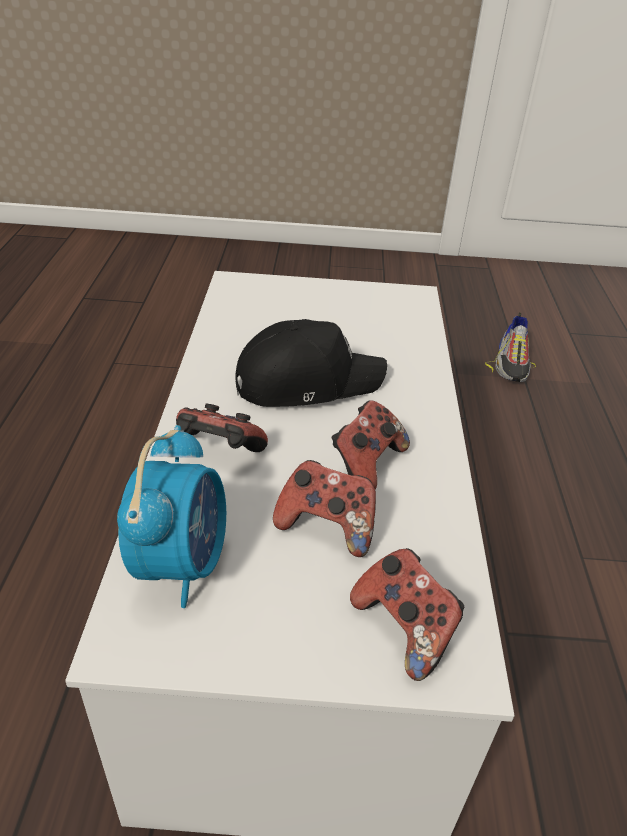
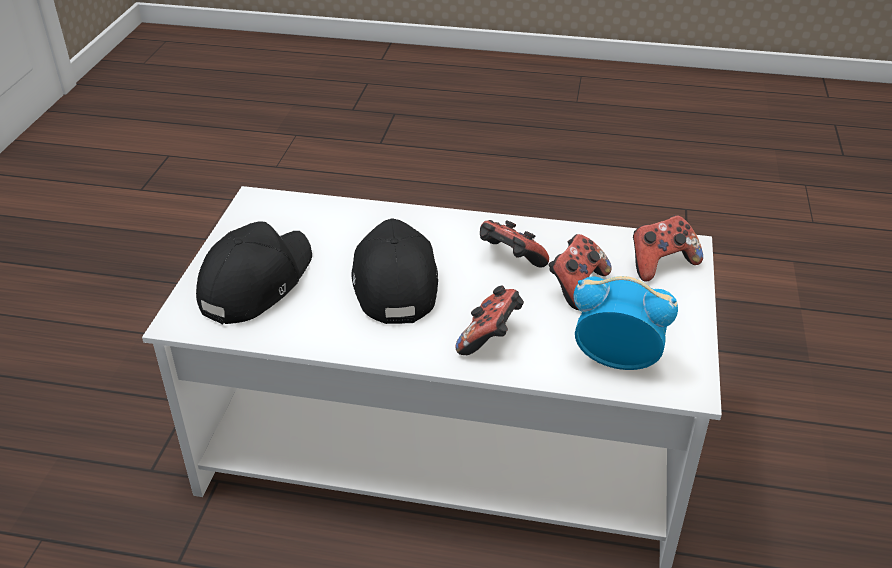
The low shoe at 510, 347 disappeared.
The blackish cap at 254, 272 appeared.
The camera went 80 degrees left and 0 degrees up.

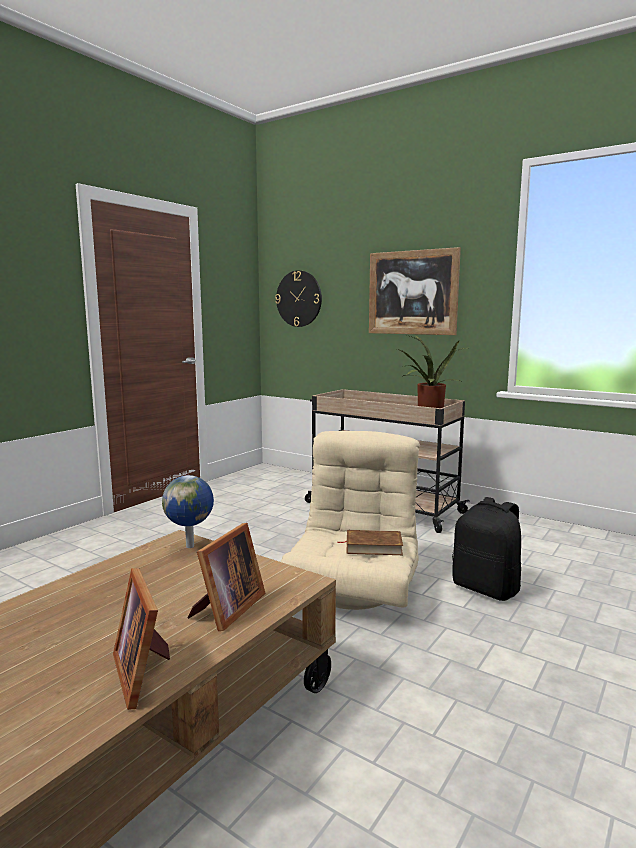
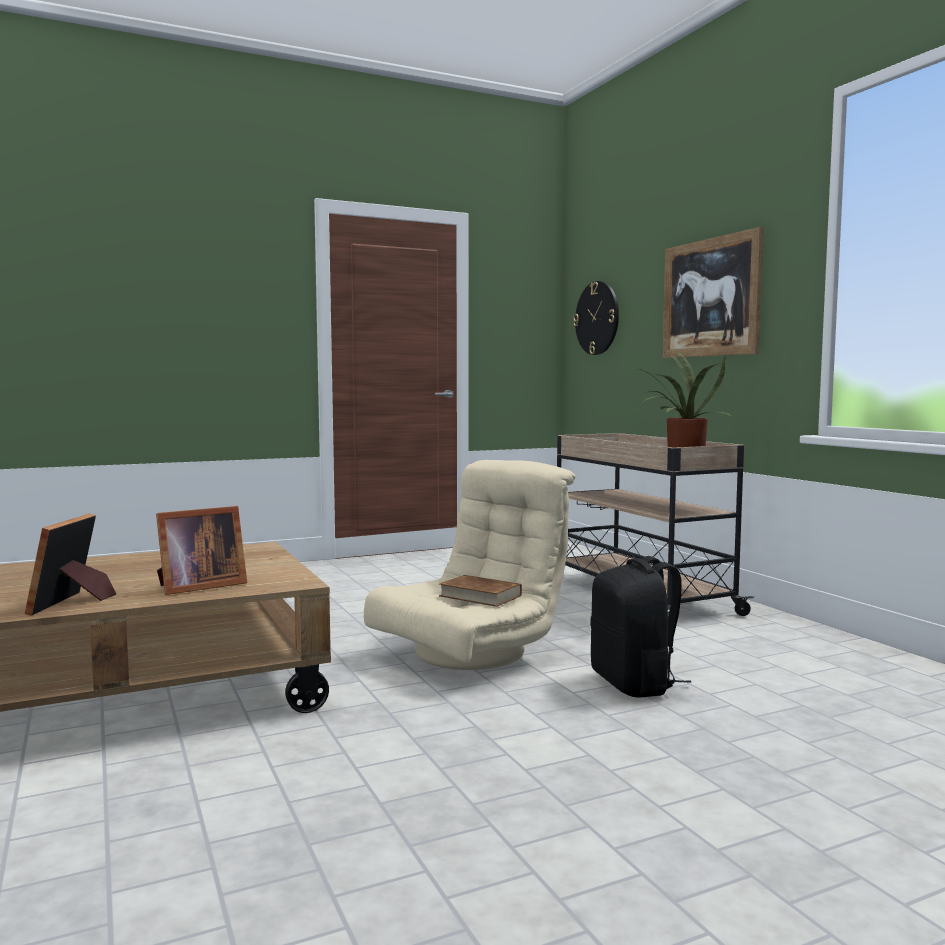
The globe at 188, 511 disappeared.
The camera went 30 degrees right and 5 degrees down.

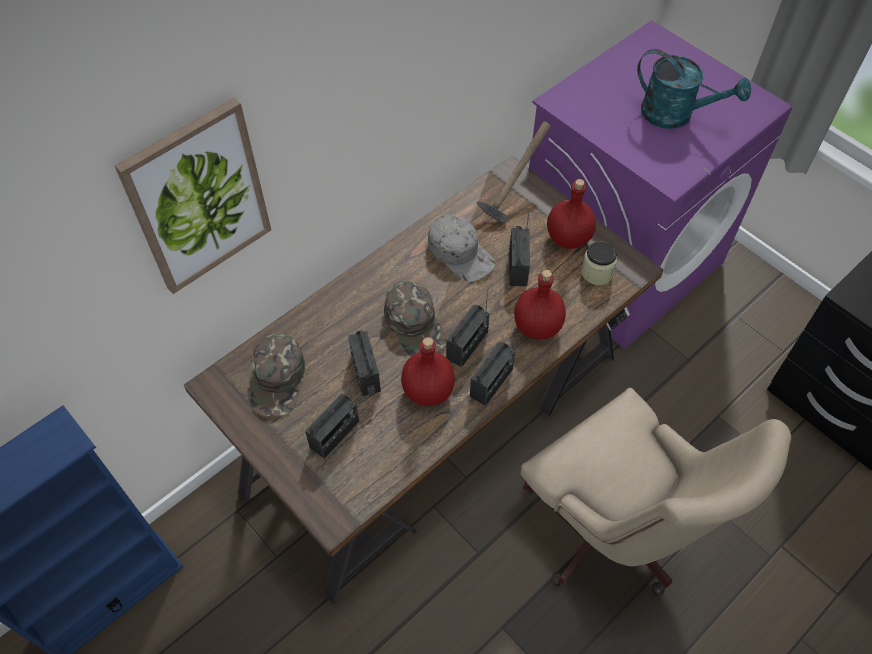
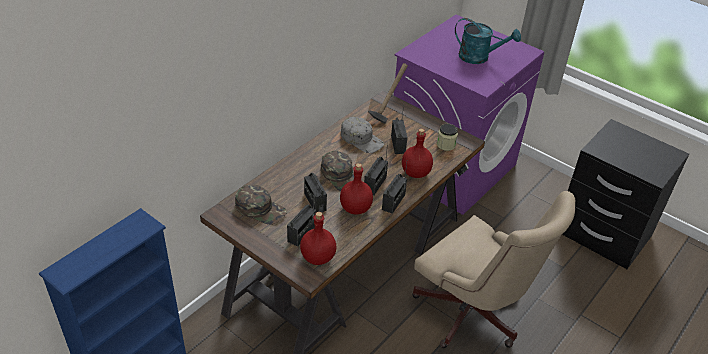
The wall art at 193, 196 disappeared.
The red drink bottle moved from 571, 214 to 318, 238.
The green-coloured cap at 277, 375 turned 60 degrees counterclockwise.
The camera went 10 degrees left and 15 degrees down.

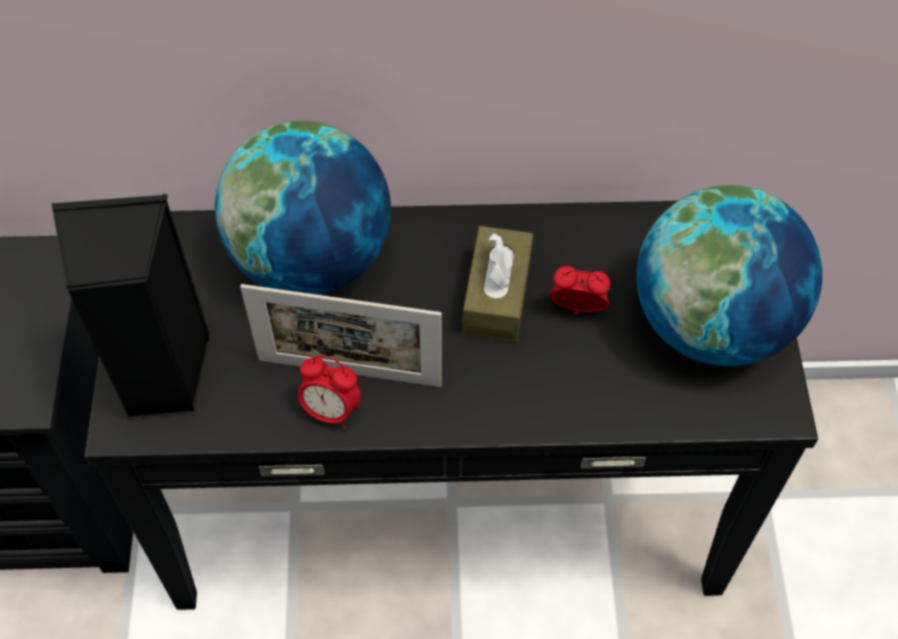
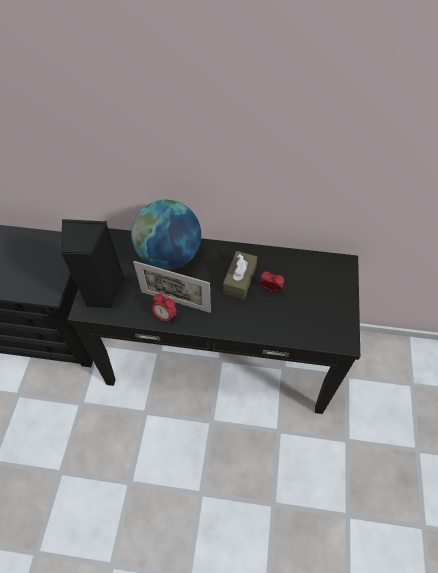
The globe at 729, 275 disappeared.
The camera went 10 degrees right and 0 degrees up.

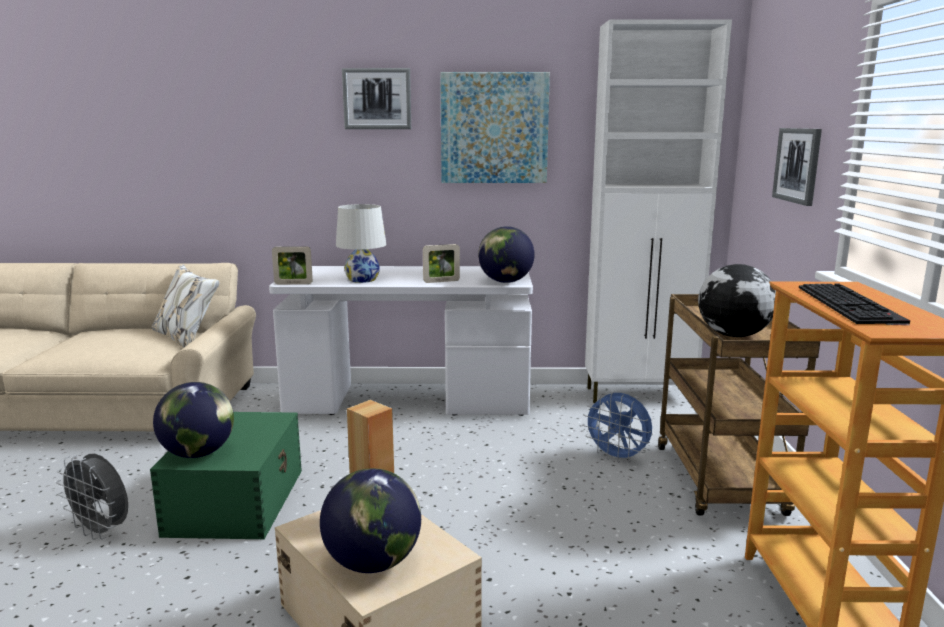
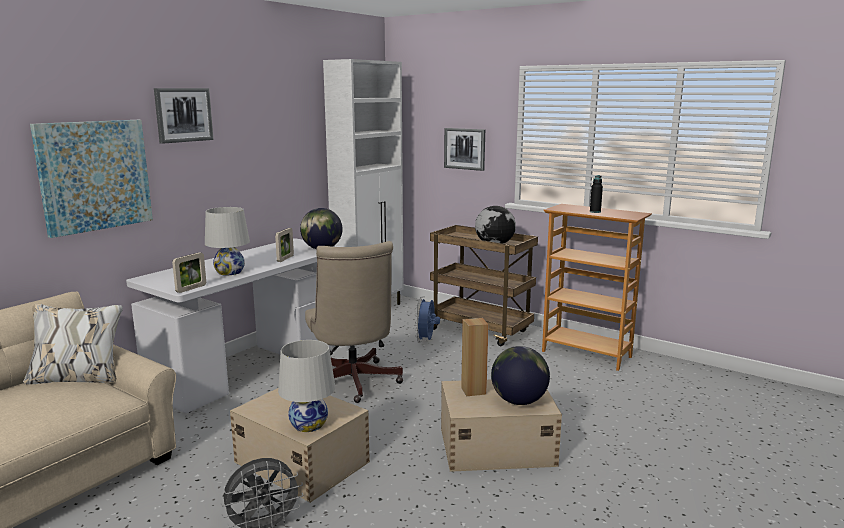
The beige-coloured desk chair at 354, 322 appeared.
The wall art moved from 495, 127 to 91, 179.
The globe at 193, 420 was replaced by the white-coloured table lamp at 307, 386.
The computer keyboard at 854, 304 was replaced by the blackish drink bottle at 596, 194.
The green-coloured storage container at 226, 475 became the beige-coloured storage container at 300, 445.
The blue-coloured cooling fan at 617, 427 turned 120 degrees clockwise.
The camera went 55 degrees left and 0 degrees up.

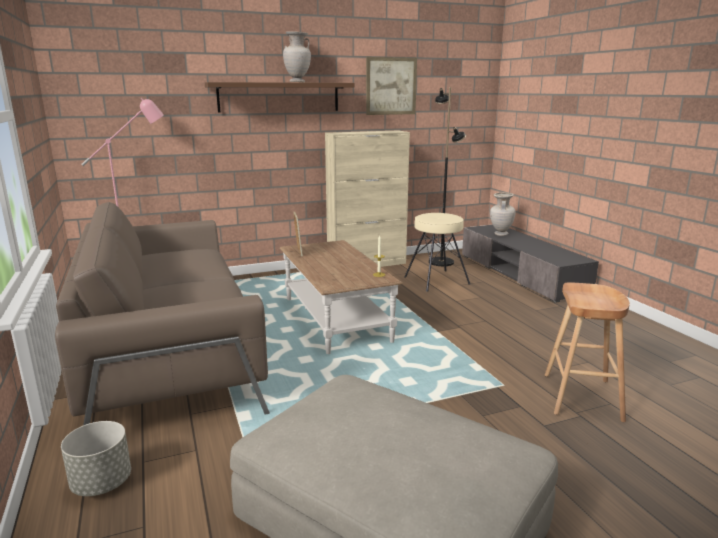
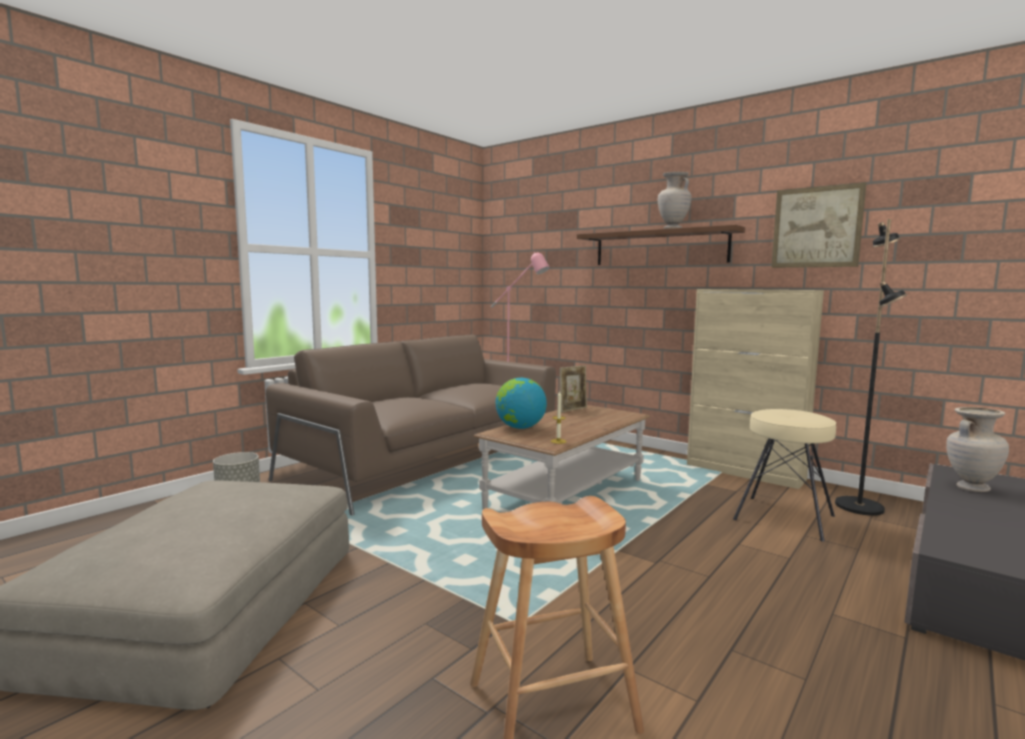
The globe at 521, 403 appeared.
The camera went 60 degrees right and 10 degrees down.

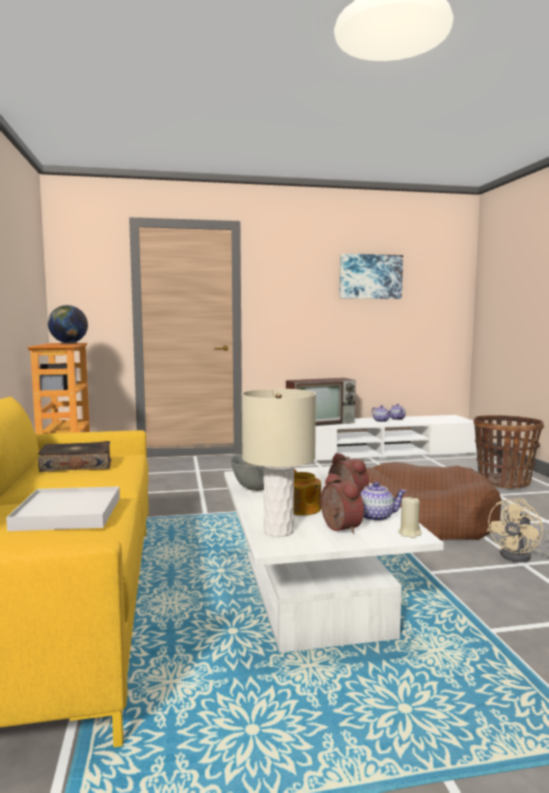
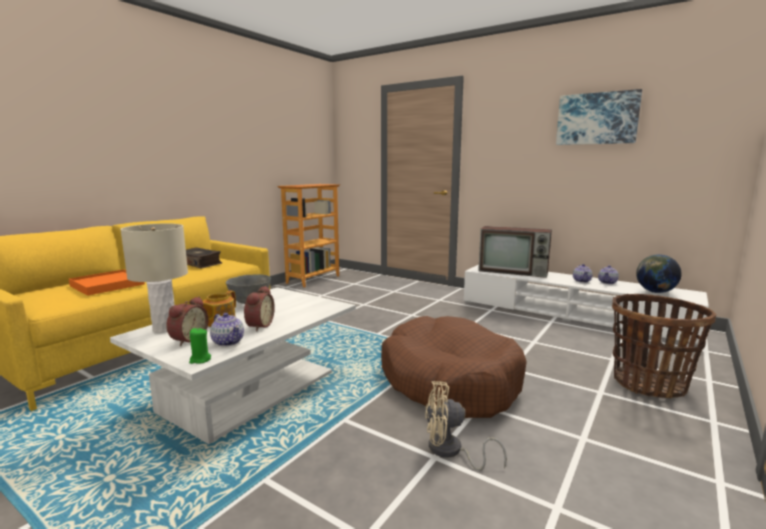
The globe moved from 68, 324 to 659, 273.
The white-coloured tray at 63, 508 became the orangey tray at 107, 282.
The beige-coloured wax candle at 409, 517 became the green-coloured wax candle at 200, 346.
The camera went 45 degrees right and 5 degrees up.

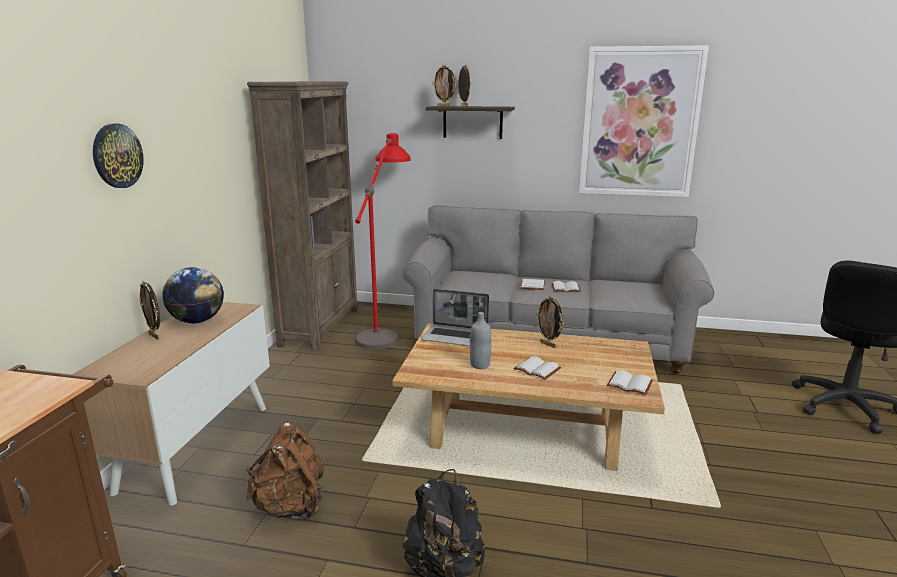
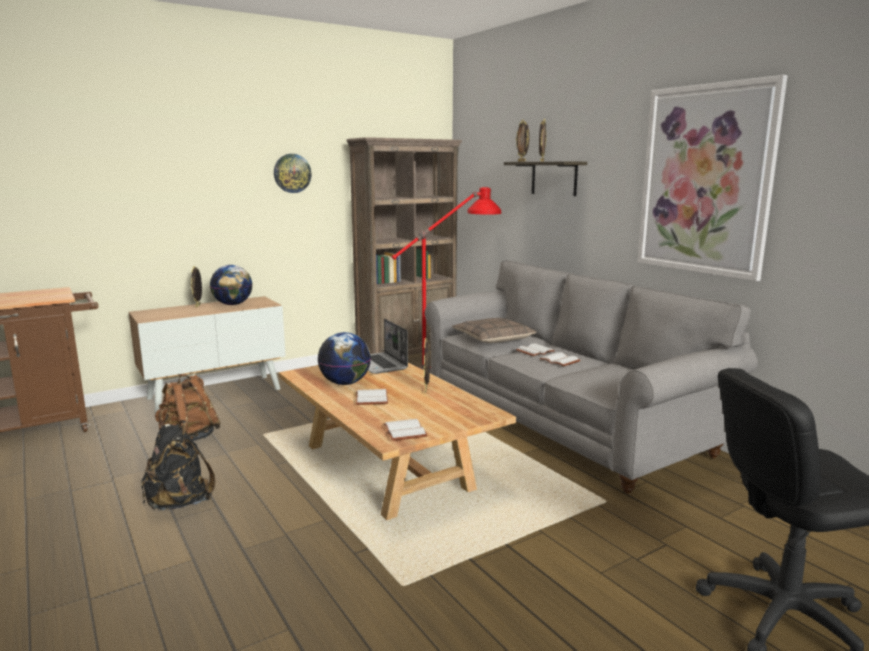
The cushion at 494, 330 appeared.
The hanging clock moved from 118, 155 to 293, 173.
The greyish drink bottle at 480, 340 was replaced by the globe at 344, 358.
The camera went 45 degrees right and 5 degrees down.

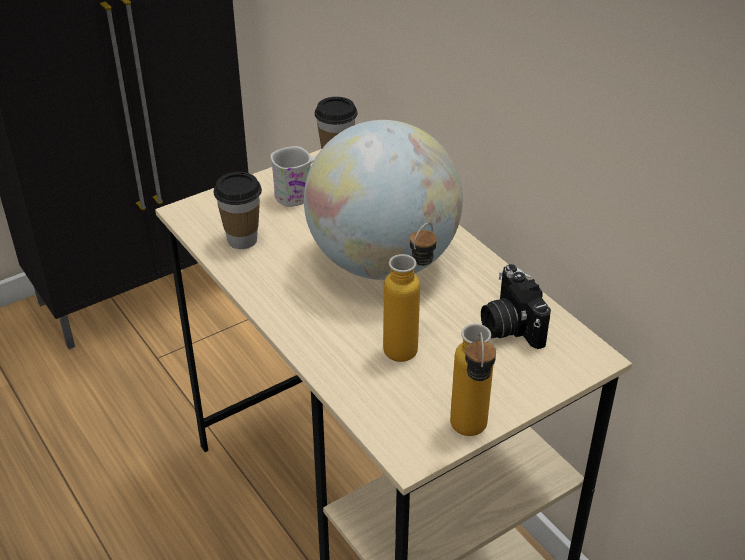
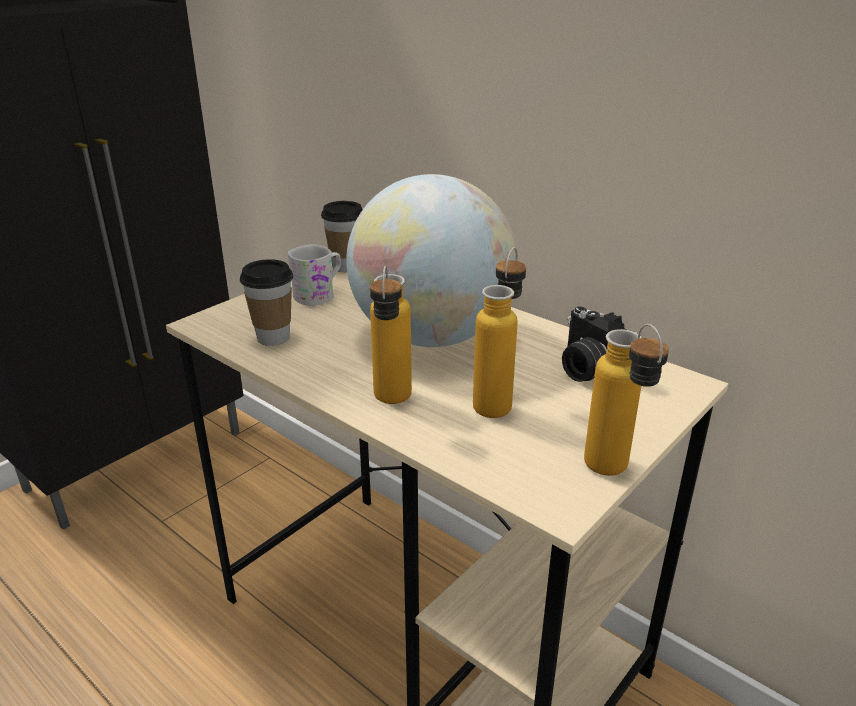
The drink bottle at 391, 335 appeared.
The camera went 15 degrees left and 10 degrees down.

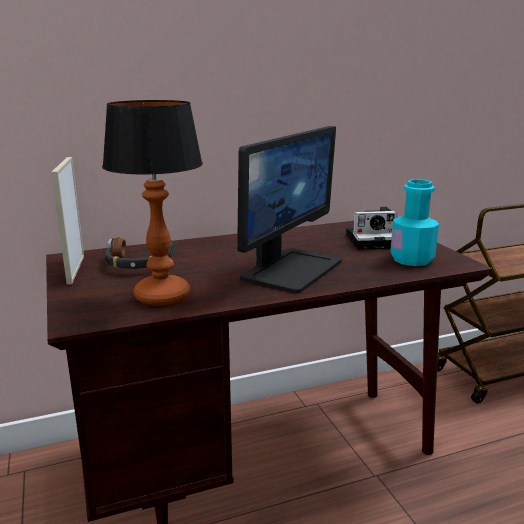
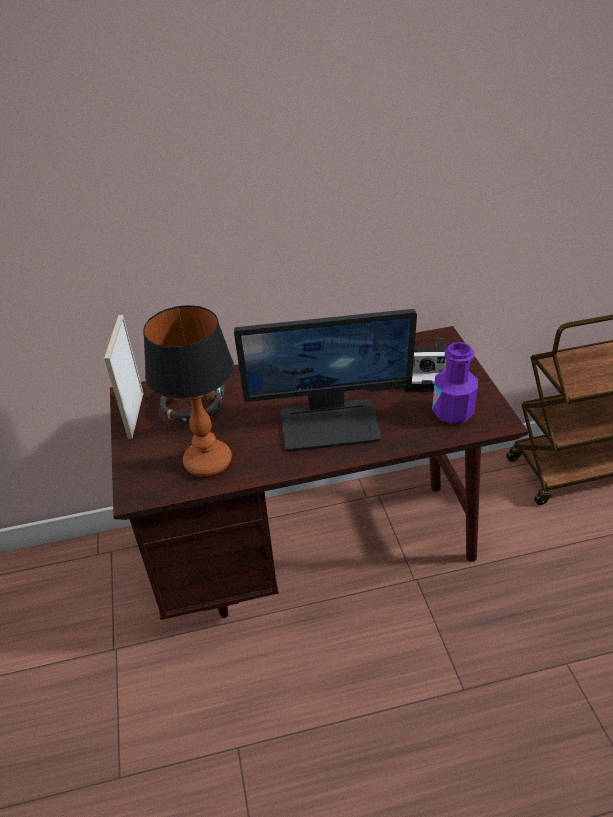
The turquoise drink bottle at 414, 222 became the purple drink bottle at 455, 383.
The monitor at 289, 210 turned 45 degrees clockwise.
The camera went 10 degrees right and 20 degrees up.

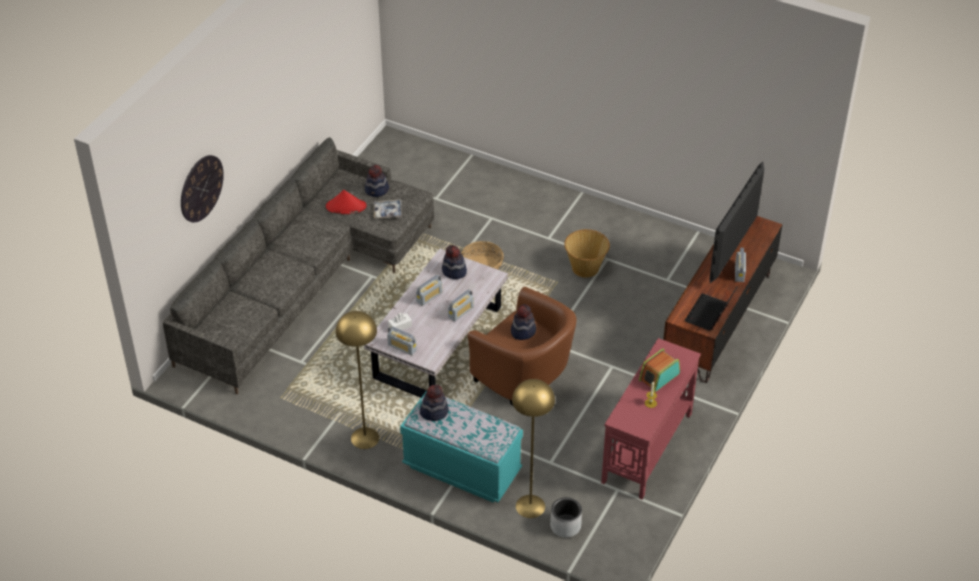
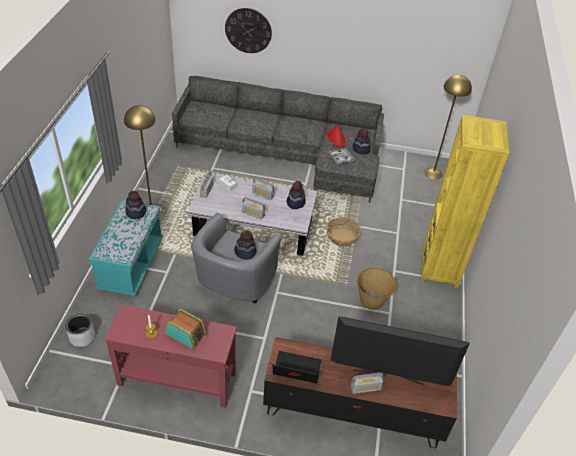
The yellow bookshelf at 464, 201 appeared.
The yellow standard lamp moved from 533, 448 to 448, 127.
The brown easy chair at 522, 346 became the greyish easy chair at 236, 258.
The camera went 70 degrees right and 0 degrees up.

